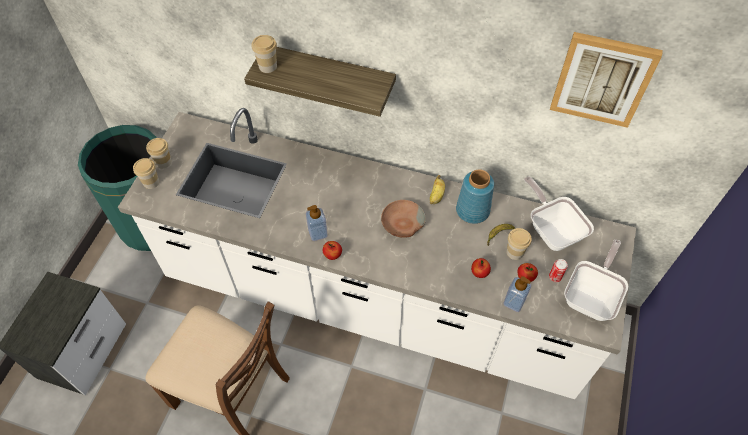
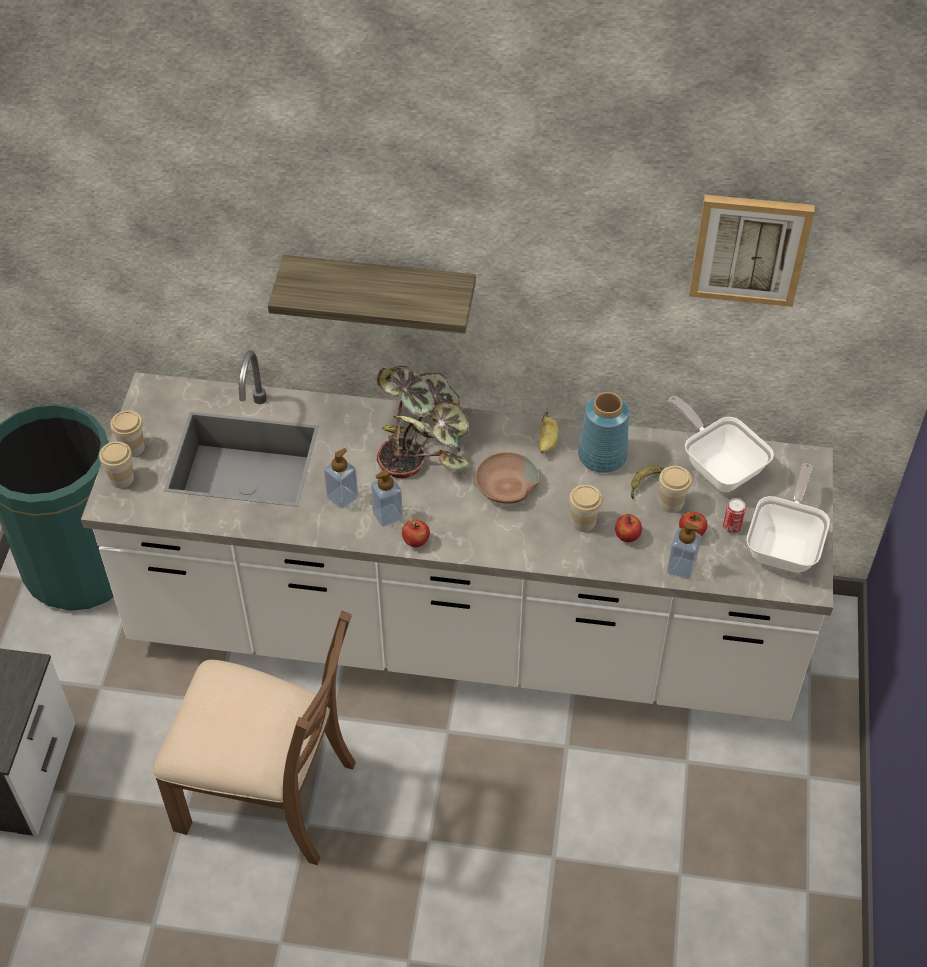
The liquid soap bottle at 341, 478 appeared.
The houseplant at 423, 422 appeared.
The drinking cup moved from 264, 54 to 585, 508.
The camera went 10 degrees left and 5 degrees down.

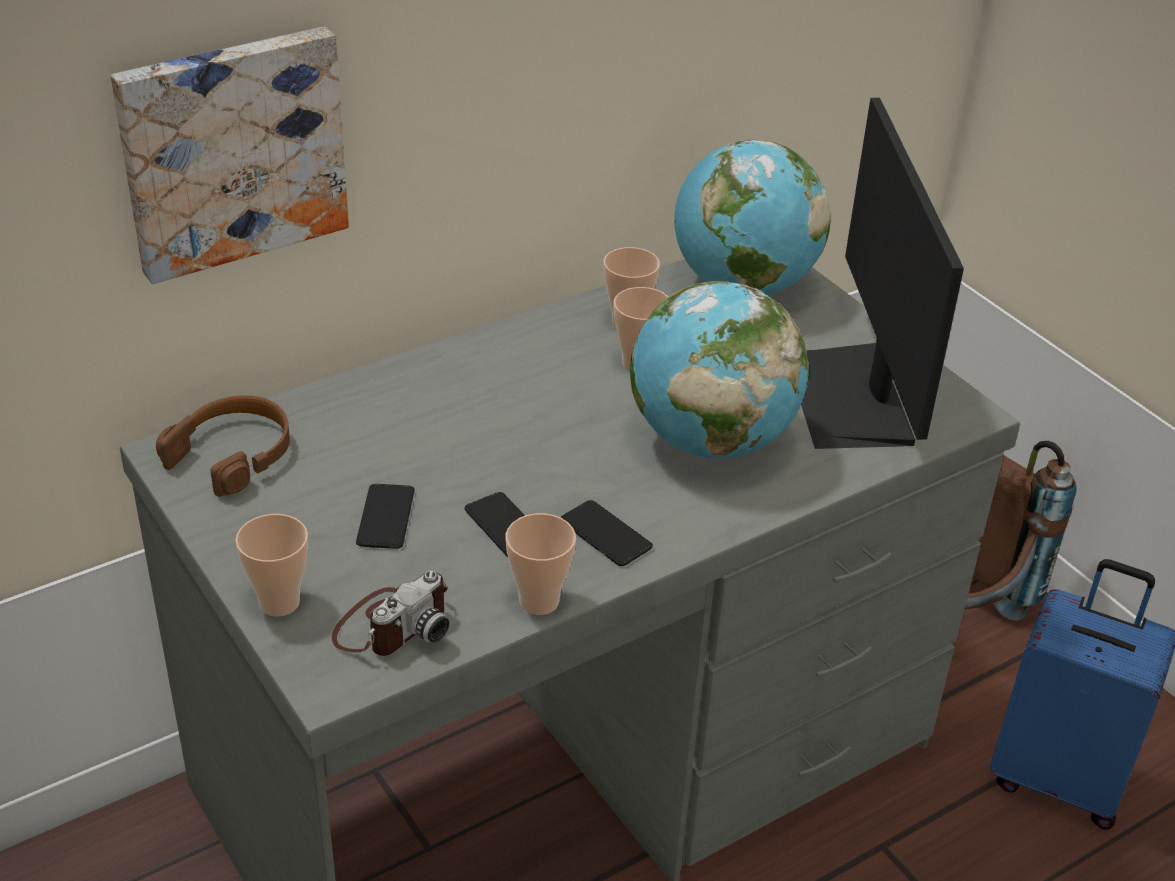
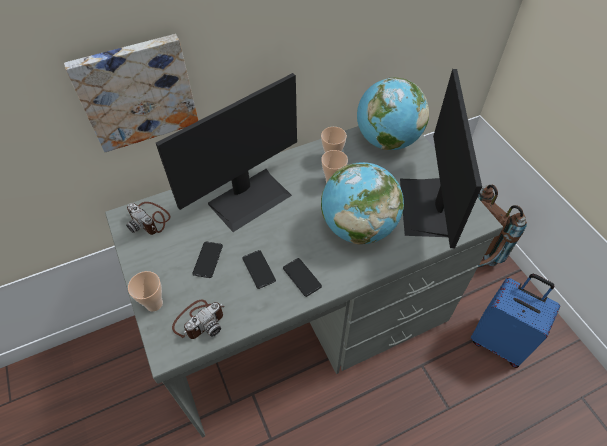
The drinking cup at 541, 564 disappeared.
The monitor at 226, 152 appeared.
The brown headphones at 223, 446 was replaced by the photo camera at 148, 218.
The camera went 10 degrees right and 15 degrees up.

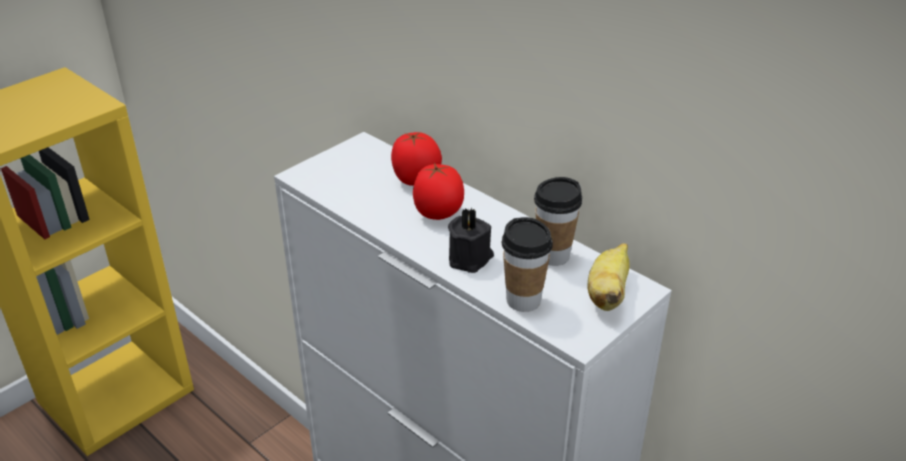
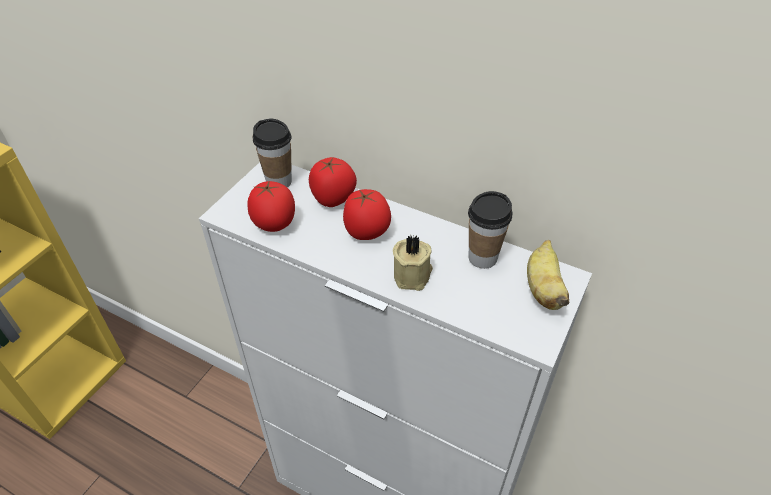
The whole tomato at 271, 206 appeared.
The drinking cup moved from 527, 264 to 272, 153.
The blackish wax candle at 471, 240 became the beige-coloured wax candle at 413, 263.
The camera went 15 degrees left and 10 degrees up.

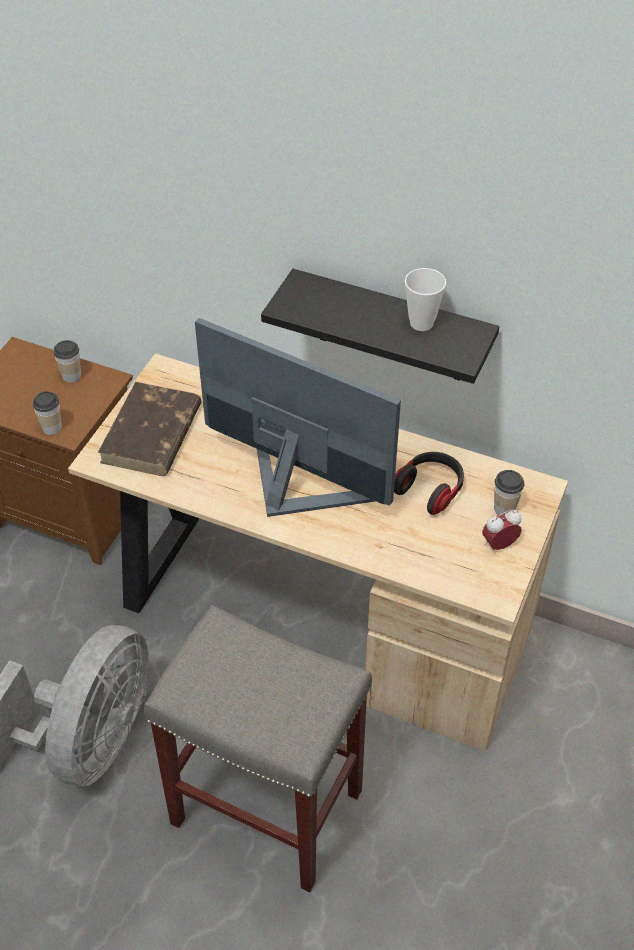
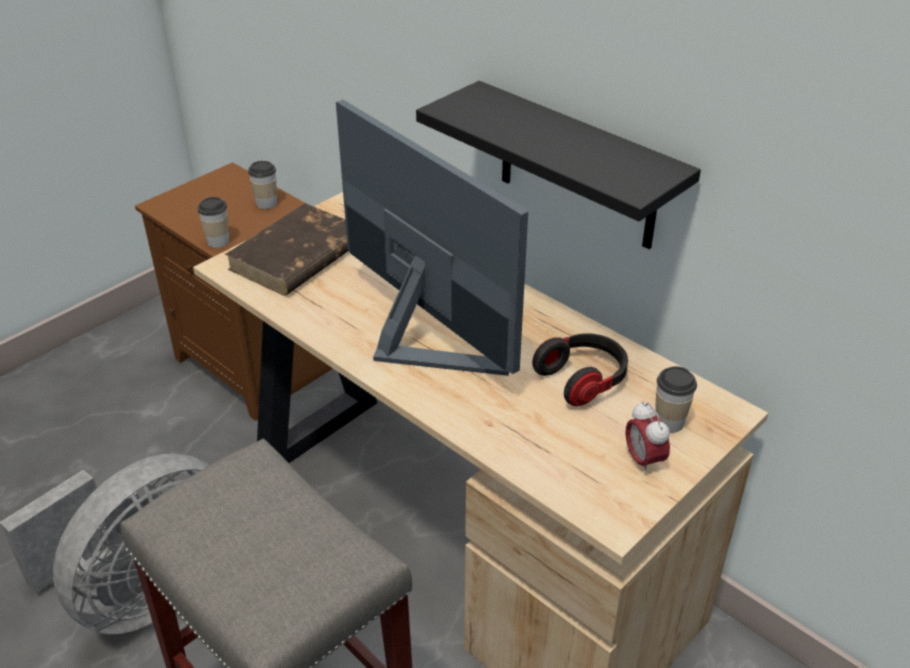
The drinking cup at 425, 299 disappeared.
The bedside clock at 502, 530 turned 105 degrees counterclockwise.
The camera went 20 degrees right and 10 degrees down.

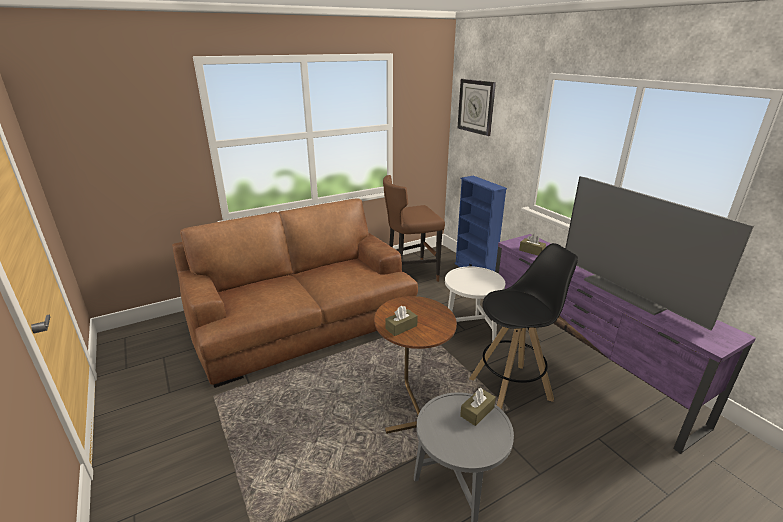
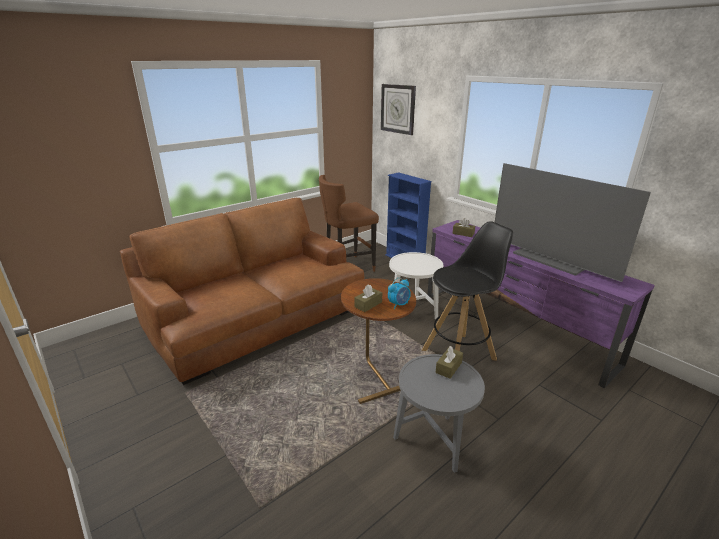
The bedside clock at 399, 293 appeared.
The camera went 10 degrees left and 0 degrees up.

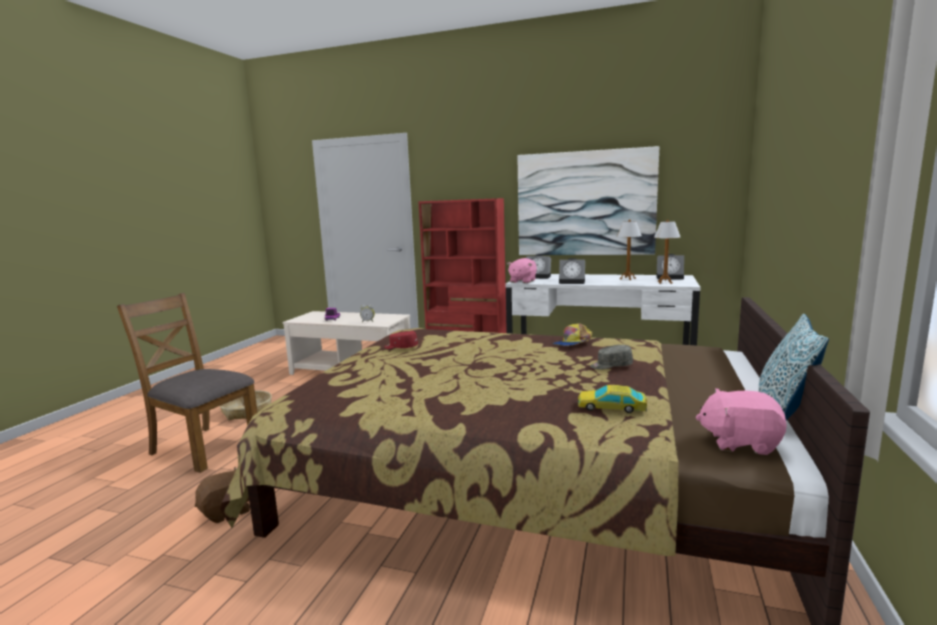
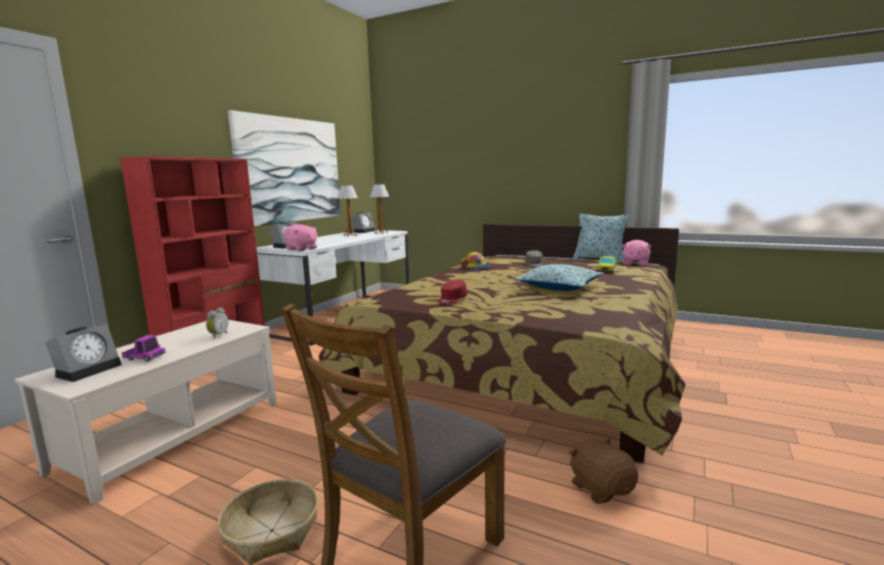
The cushion at 559, 277 appeared.
The bedside clock moved from 572, 271 to 83, 353.
The camera went 80 degrees left and 0 degrees up.

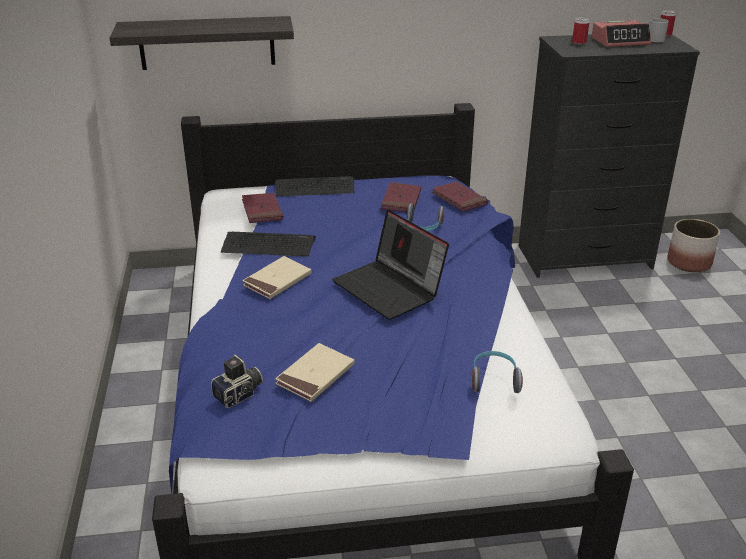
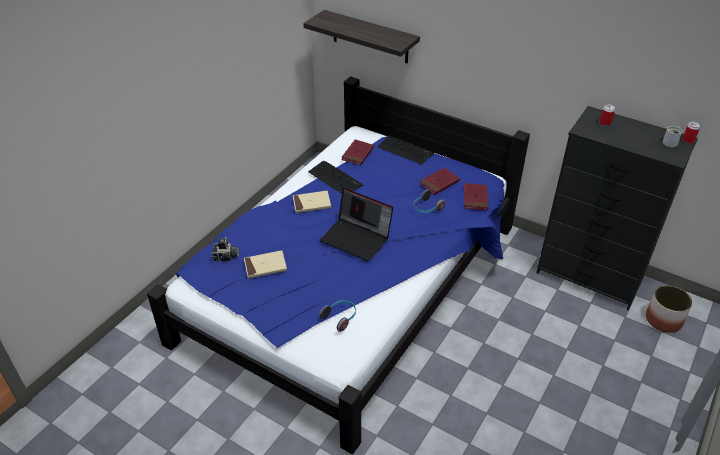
The bedside clock at 621, 33 disappeared.
The laptop at 390, 264 turned 60 degrees counterclockwise.
The camera went 40 degrees right and 10 degrees up.

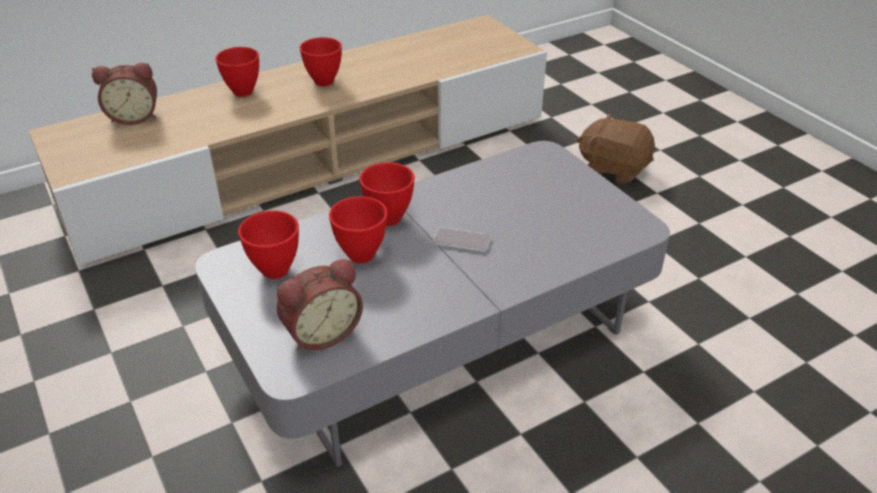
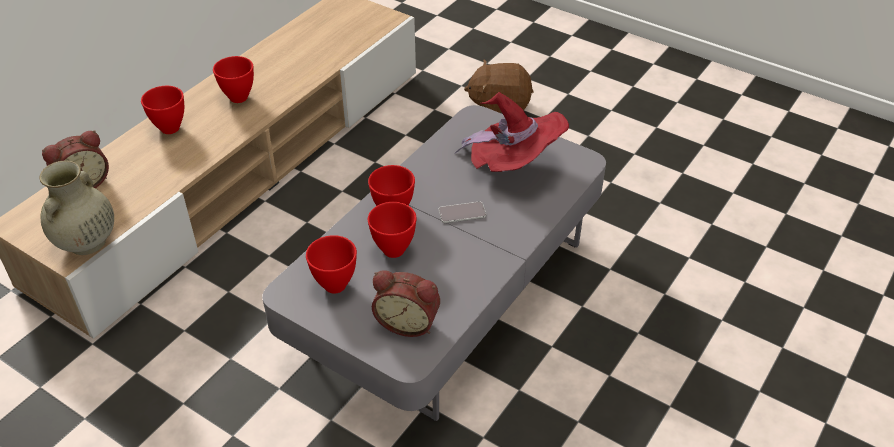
The beige-coloured flower vase at 76, 208 appeared.
The red clothing hat at 512, 132 appeared.
The bedside clock at 320, 305 turned 75 degrees clockwise.
The camera went 25 degrees left and 5 degrees up.

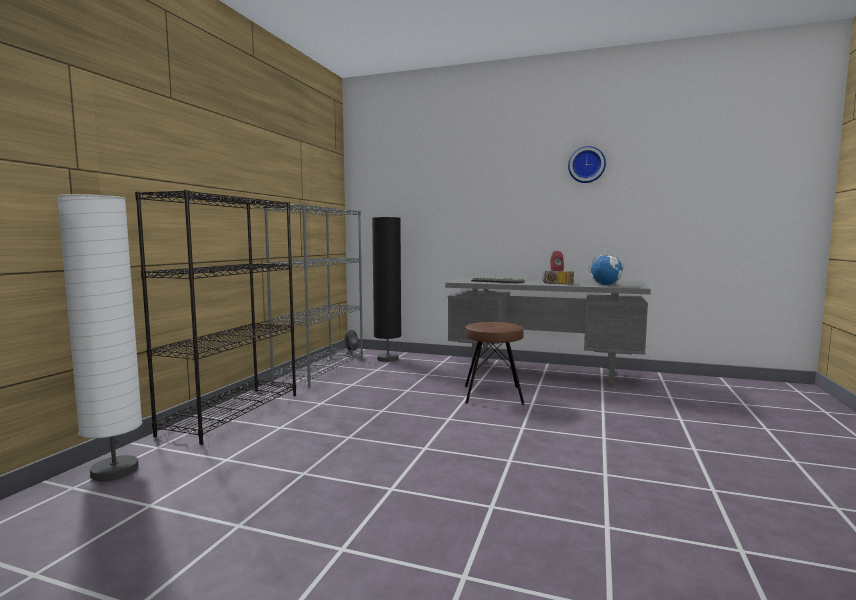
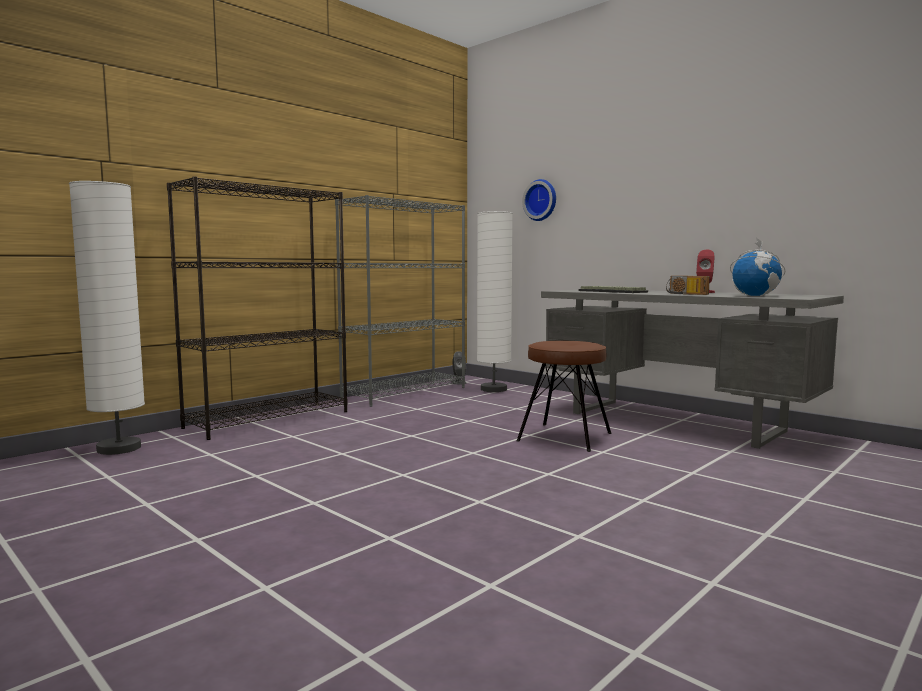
The hanging clock moved from 587, 164 to 539, 200.
The blackish standard lamp at 386, 289 became the white-coloured standard lamp at 495, 301.
The camera went 25 degrees right and 0 degrees up.

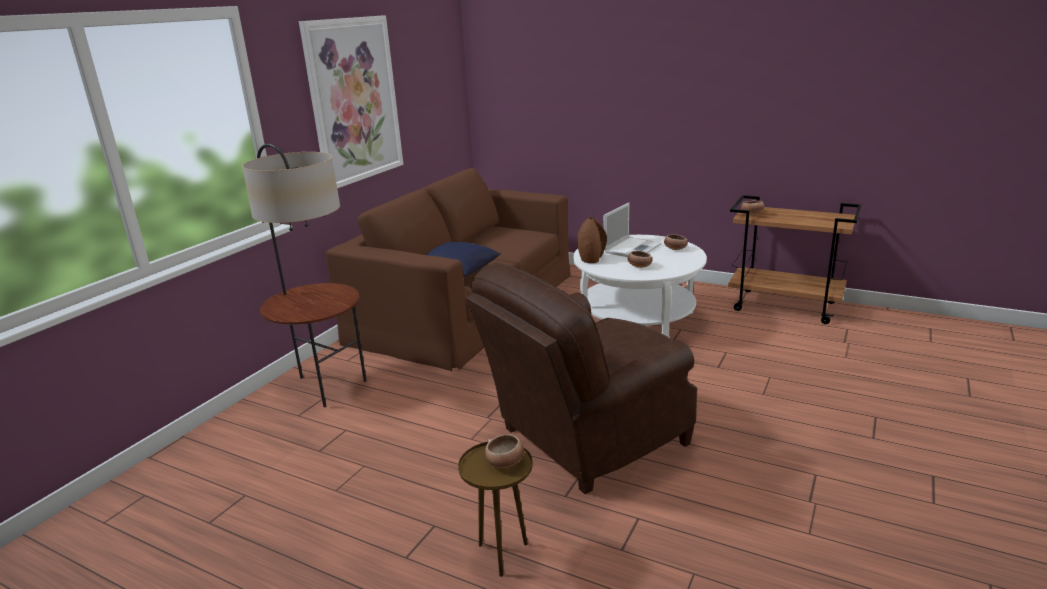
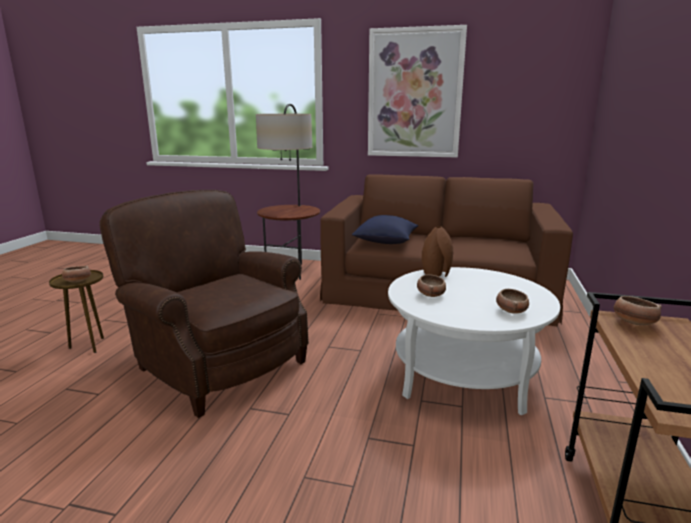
The laptop at 632, 230 disappeared.
The camera went 75 degrees right and 5 degrees down.

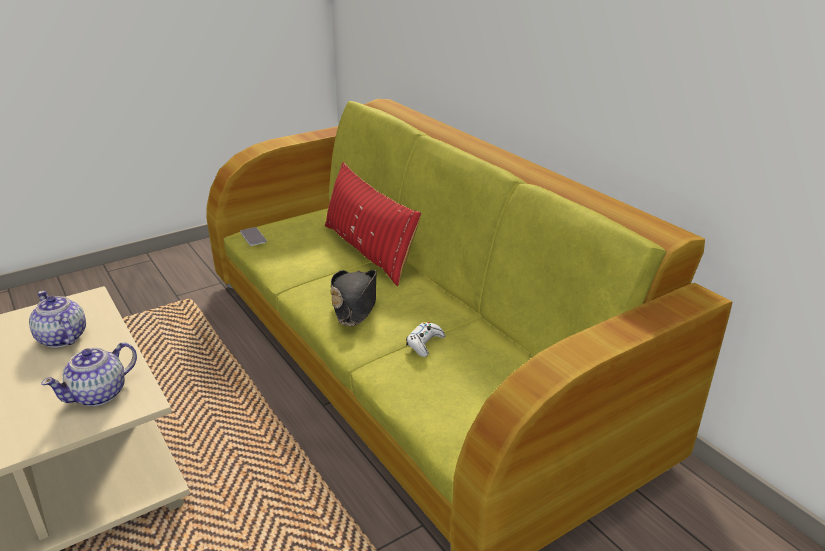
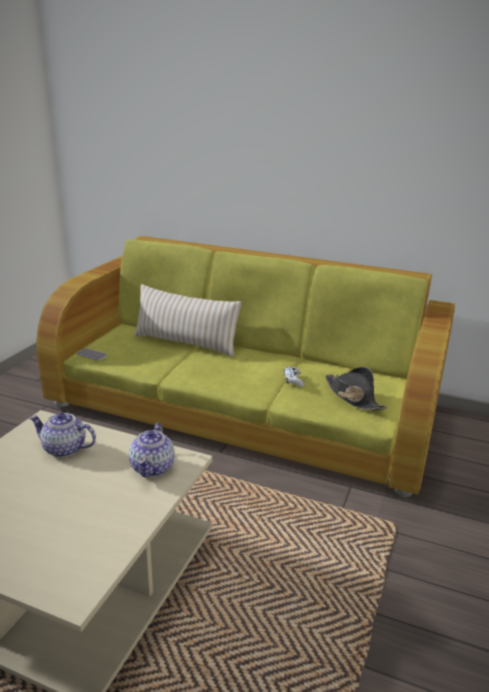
The blackish clothing hat moved from 353, 298 to 356, 388.
The red cushion at 373, 224 became the beige-coloured cushion at 188, 320.
The camera went 35 degrees left and 5 degrees down.

